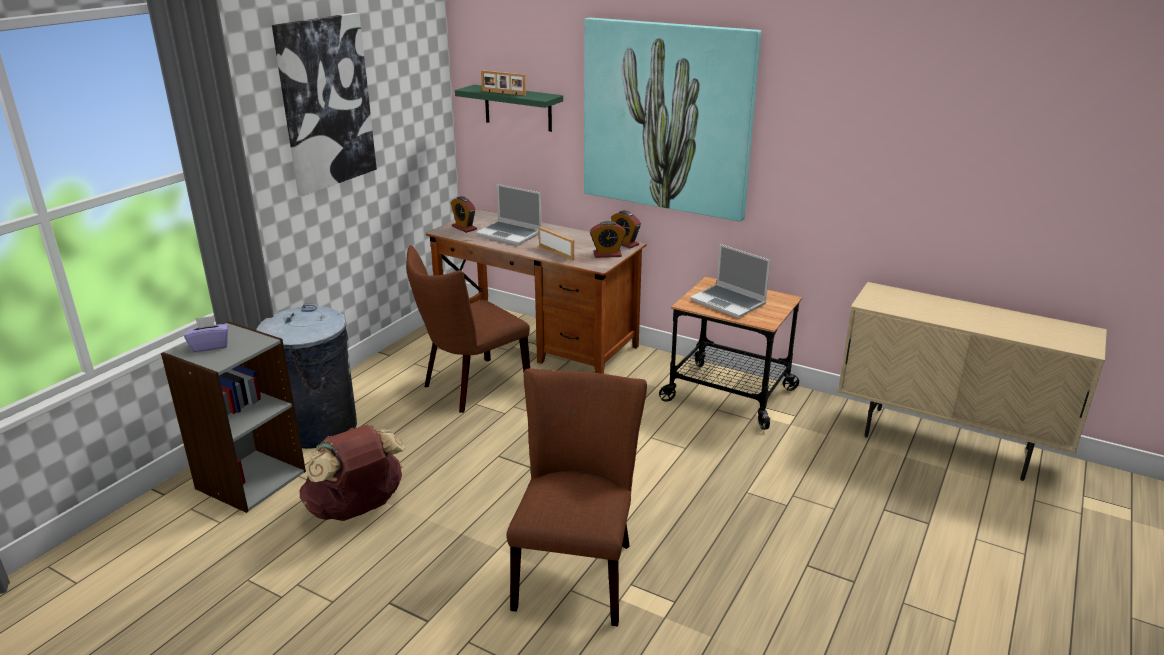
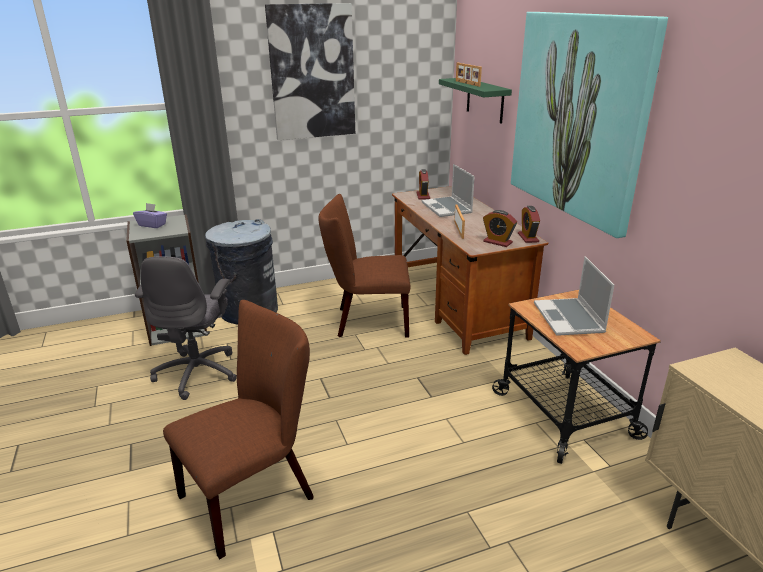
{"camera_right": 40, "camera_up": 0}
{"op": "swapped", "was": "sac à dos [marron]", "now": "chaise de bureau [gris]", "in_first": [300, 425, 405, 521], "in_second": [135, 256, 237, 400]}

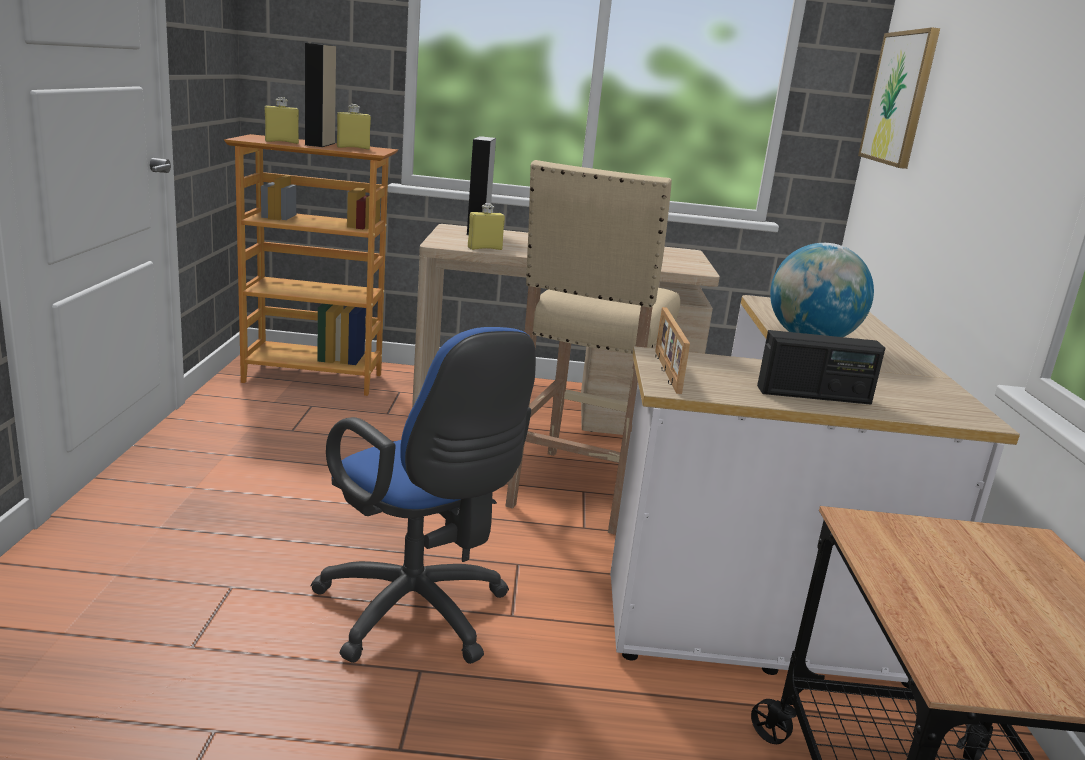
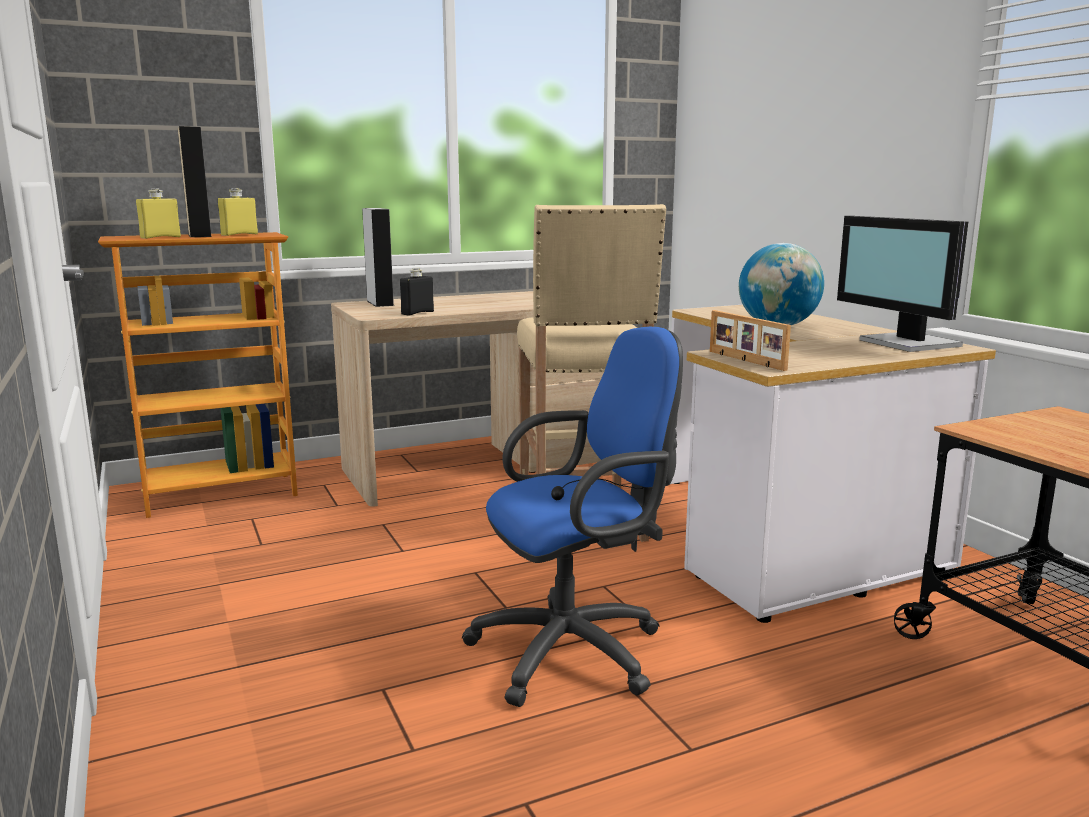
{"camera_right": -25, "camera_up": -5}
{"op": "rotated", "was": "chaise de bureau [bleu]", "in_first": [310, 327, 536, 664], "in_second": [462, 327, 683, 707], "clockwise": -45}
{"op": "repainted", "was": "bouteille [jaune]", "now": "bouteille [noir]", "in_first": [468, 203, 505, 250], "in_second": [400, 268, 434, 315]}
{"op": "gone", "was": "radio", "in_first": [757, 330, 885, 405]}
{"op": "gone", "was": "tableau", "in_first": [858, 27, 940, 169]}
{"op": "new", "now": "écran d'ordinateur", "in_second": [837, 216, 968, 352]}

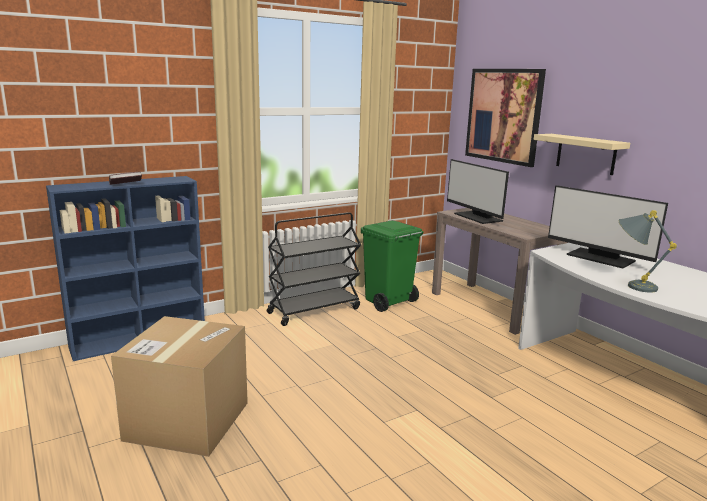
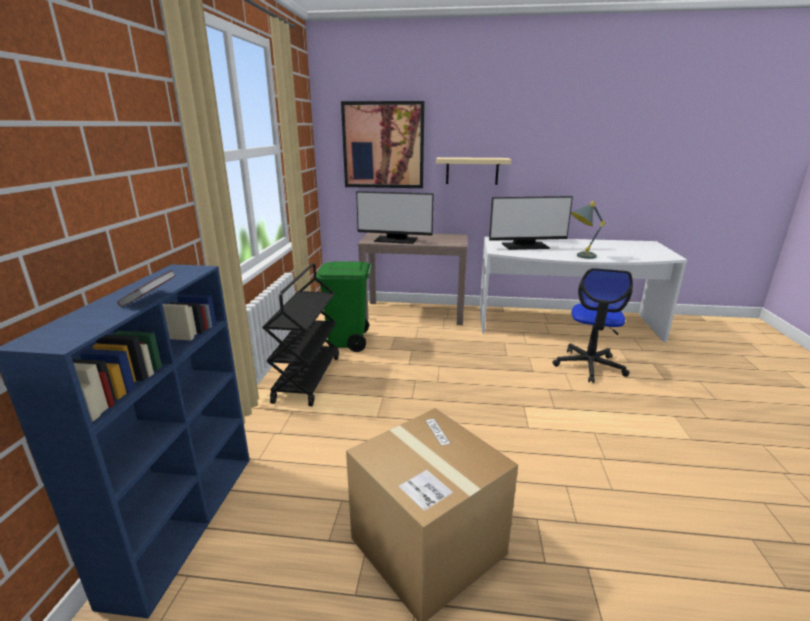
{"camera_right": -50, "camera_up": 5}
{"op": "new", "now": "chaise de bureau", "in_second": [553, 268, 633, 383]}

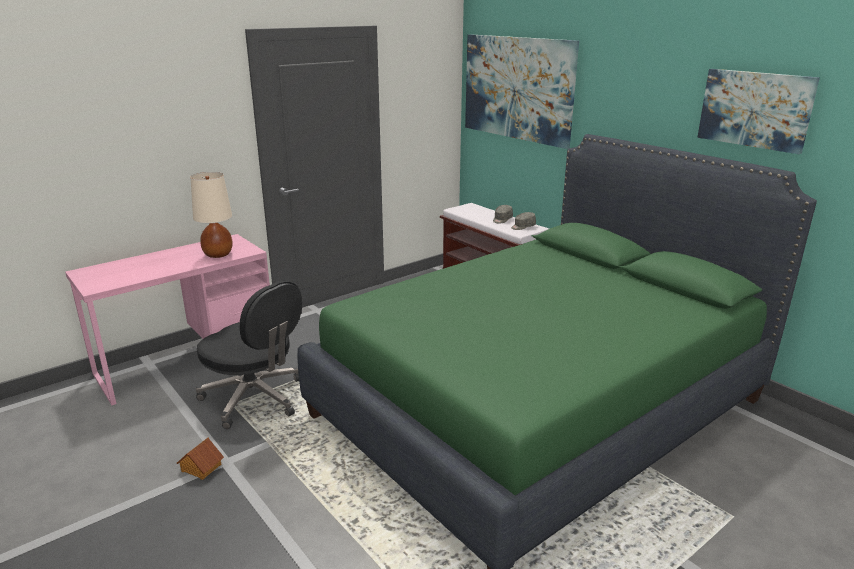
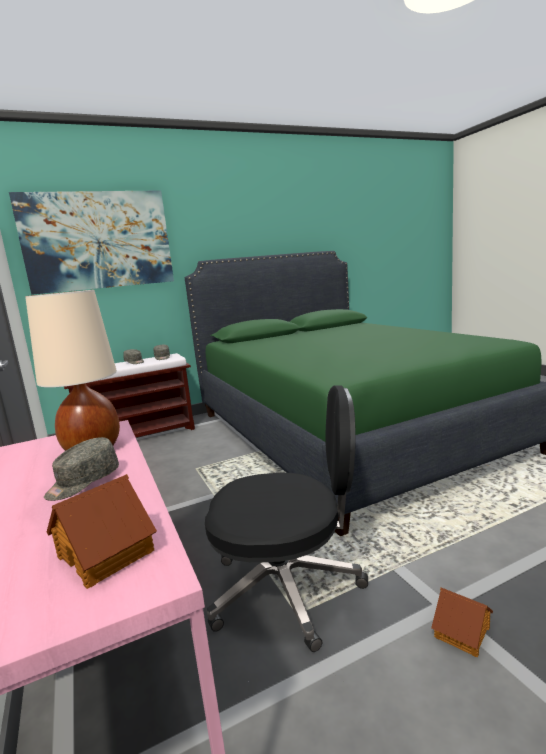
{"camera_right": -75, "camera_up": -10}
{"op": "rotated", "was": "chaise de bureau [noir]", "in_first": [196, 280, 302, 429], "in_second": [205, 385, 368, 652], "clockwise": 45}
{"op": "gone", "was": "tableau", "in_first": [697, 69, 820, 154]}
{"op": "new", "now": "casquette [gris]", "in_second": [44, 437, 119, 501]}
{"op": "new", "now": "maison miniature", "in_second": [47, 474, 157, 589]}

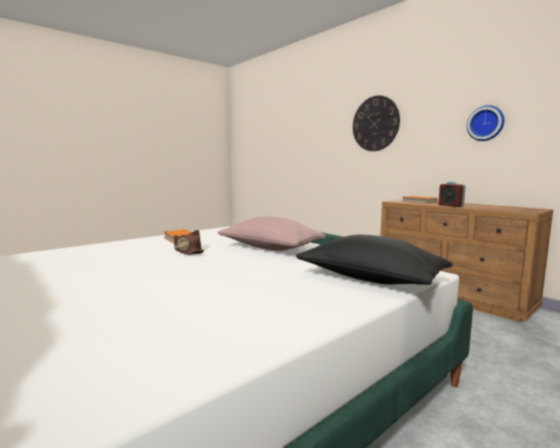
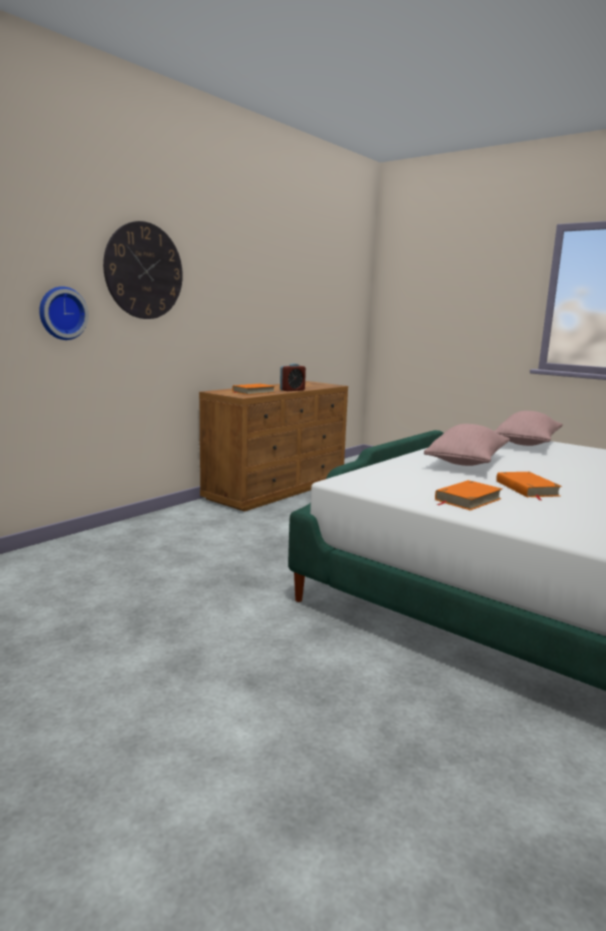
{"camera_right": -100, "camera_up": 5}
{"op": "swapped", "was": "chapeau [marron]", "now": "livre [orange]", "in_first": [174, 230, 204, 255], "in_second": [496, 472, 562, 501]}
{"op": "repainted", "was": "coussin [noir]", "now": "coussin [rose]", "in_first": [296, 234, 453, 285], "in_second": [494, 411, 563, 446]}
{"op": "shifted", "was": "horloge murale", "in_first": [467, 105, 504, 141], "in_second": [39, 286, 89, 340]}

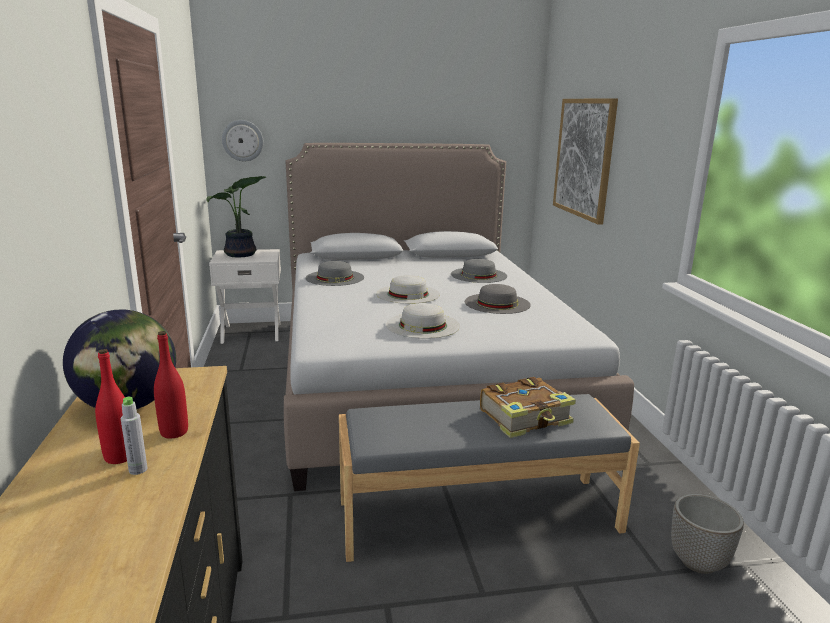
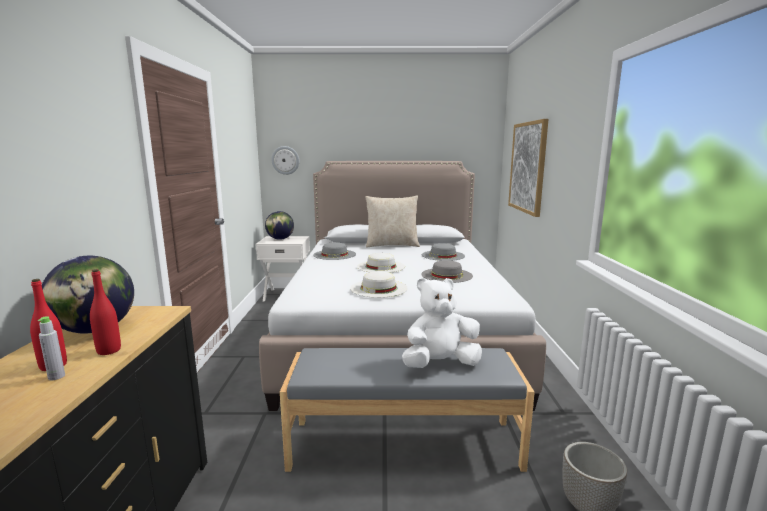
{"camera_right": 10, "camera_up": -5}
{"op": "swapped", "was": "plante en pot", "now": "globe", "in_first": [206, 176, 266, 258], "in_second": [265, 211, 294, 240]}
{"op": "swapped", "was": "livre", "now": "peluche [blanc]", "in_first": [480, 377, 576, 438], "in_second": [402, 278, 482, 368]}
{"op": "new", "now": "coussin [beige]", "in_second": [365, 195, 420, 247]}

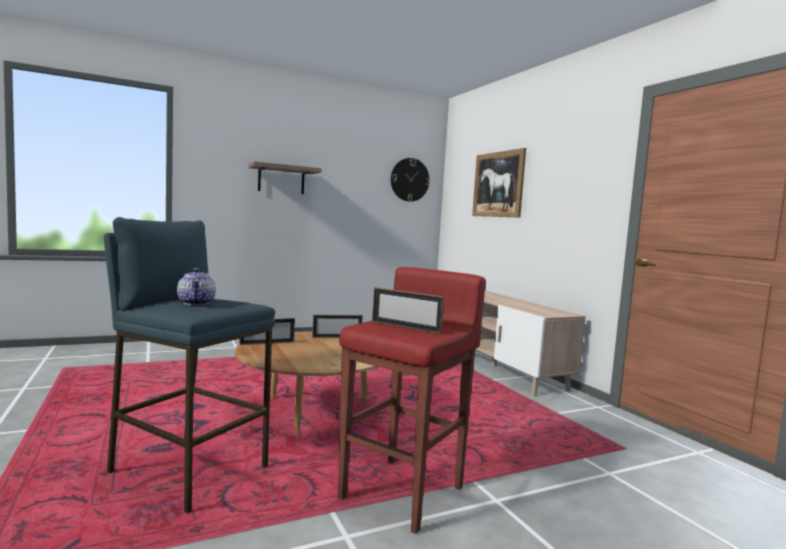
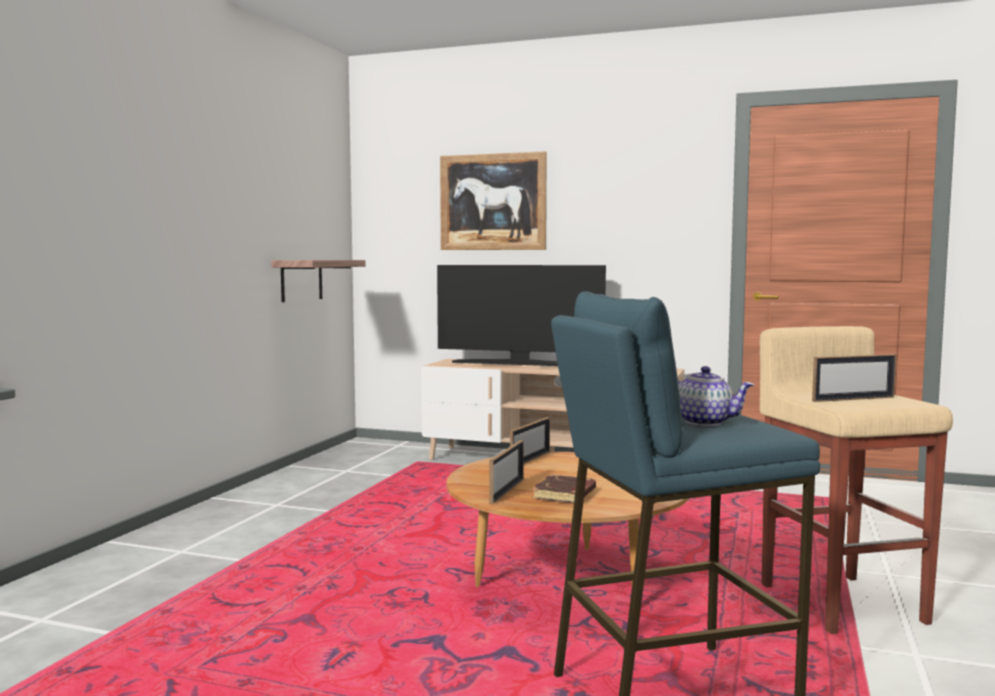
{"camera_right": -45, "camera_up": 0}
{"op": "shifted", "was": "étagère", "in_first": [249, 161, 322, 194], "in_second": [271, 260, 366, 302]}
{"op": "repainted", "was": "tabouret [rouge]", "now": "tabouret [beige]", "in_first": [338, 267, 486, 534], "in_second": [760, 326, 953, 634]}
{"op": "gone", "was": "horloge murale", "in_first": [391, 158, 430, 202]}
{"op": "new", "now": "téléviseur", "in_second": [437, 265, 606, 366]}
{"op": "new", "now": "livre [marron]", "in_second": [532, 474, 596, 503]}

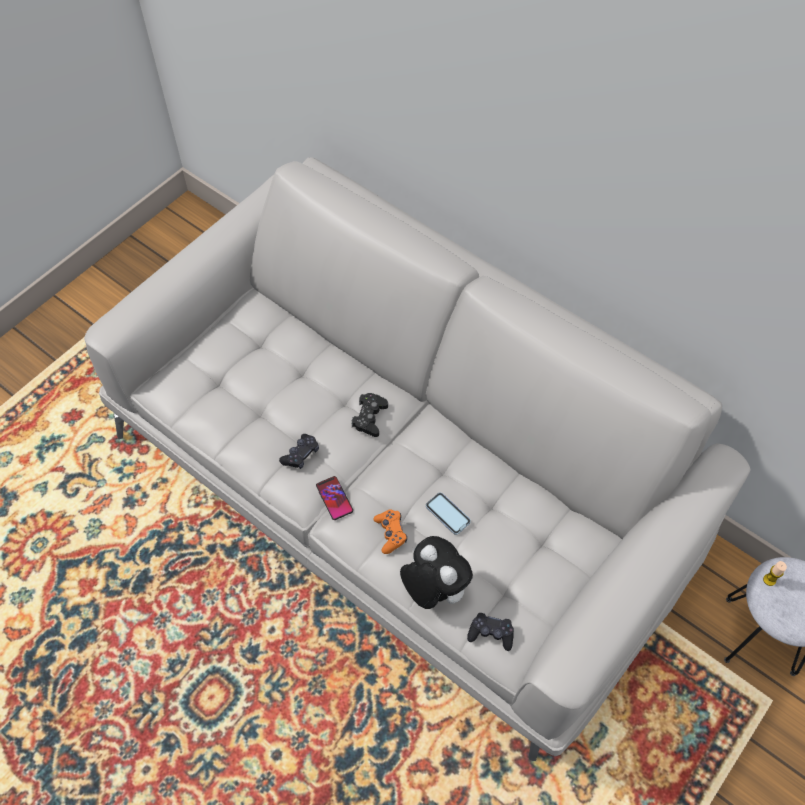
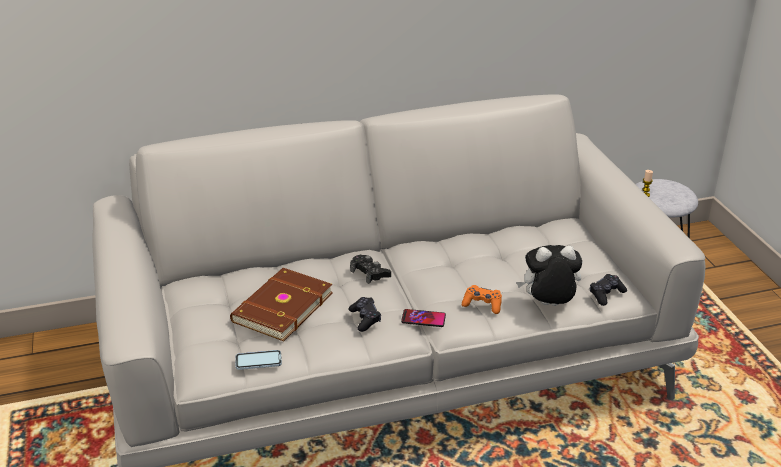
{"camera_right": -55, "camera_up": -25}
{"op": "shifted", "was": "téléphone", "in_first": [426, 493, 471, 535], "in_second": [236, 350, 282, 370]}
{"op": "new", "now": "livre [marron]", "in_second": [230, 268, 333, 342]}

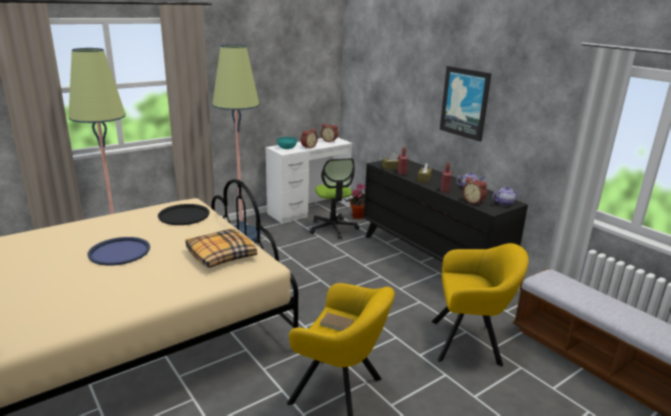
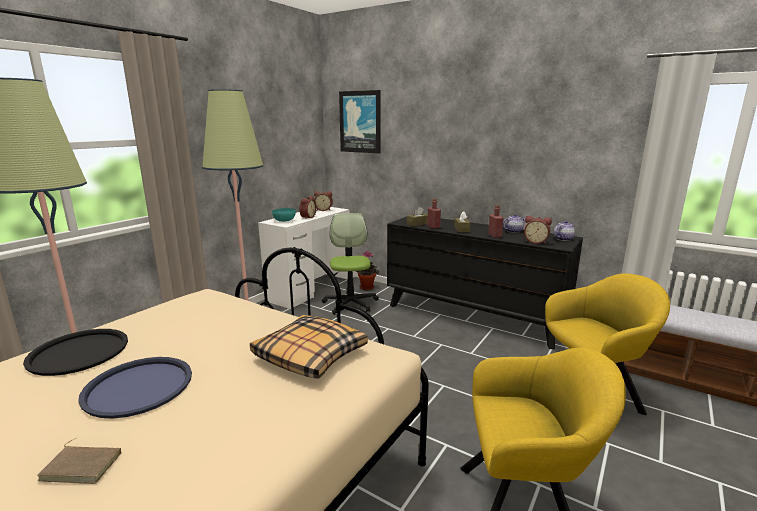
{"camera_right": -20, "camera_up": -5}
{"op": "shifted", "was": "plateau [noir]", "in_first": [158, 204, 209, 225], "in_second": [23, 329, 128, 376]}
{"op": "rotated", "was": "chaise de bureau", "in_first": [309, 158, 359, 239], "in_second": [322, 213, 379, 315], "clockwise": -150}
{"op": "shifted", "was": "livre [marron]", "in_first": [319, 309, 354, 331], "in_second": [37, 438, 121, 484]}
{"op": "shifted", "was": "tableau", "in_first": [440, 66, 491, 142], "in_second": [339, 90, 381, 153]}

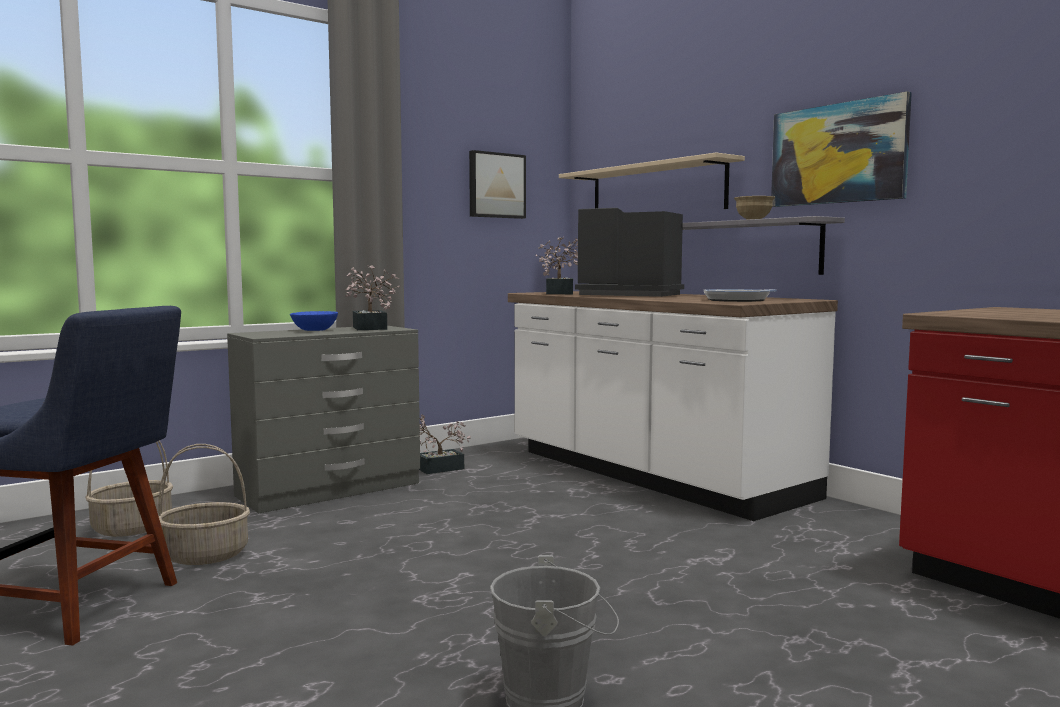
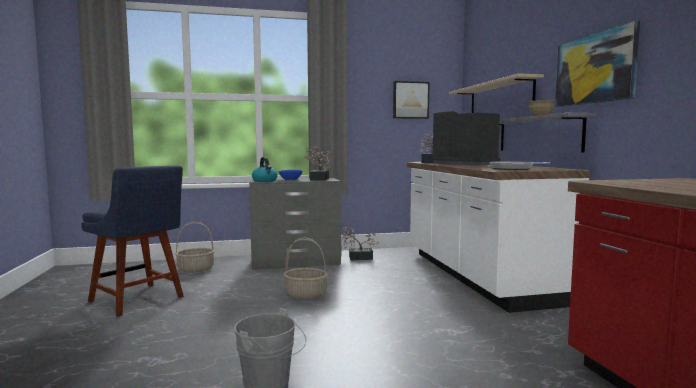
{"camera_right": 25, "camera_up": 0}
{"op": "shifted", "was": "panier", "in_first": [158, 444, 250, 565], "in_second": [283, 237, 328, 300]}
{"op": "new", "now": "bouilloire", "in_second": [252, 157, 278, 182]}

